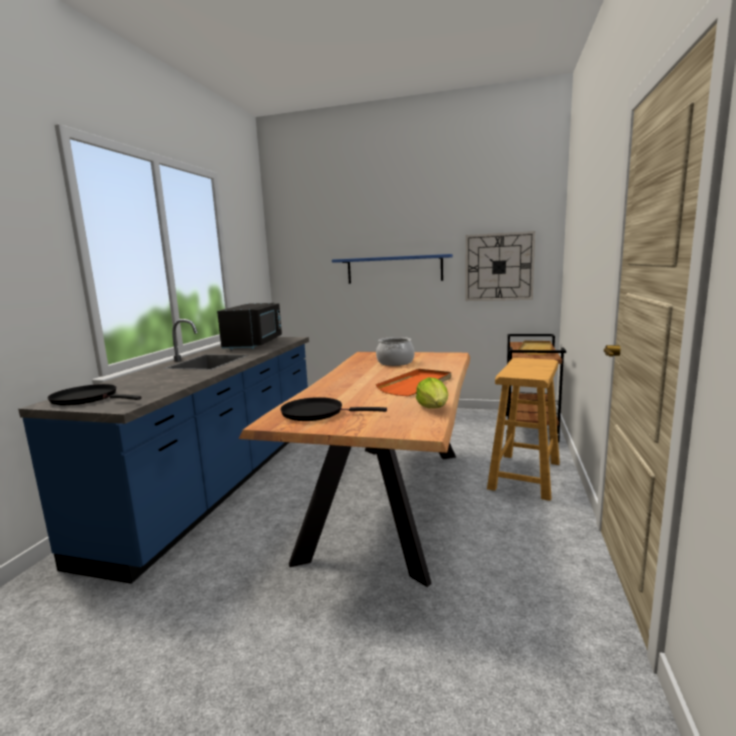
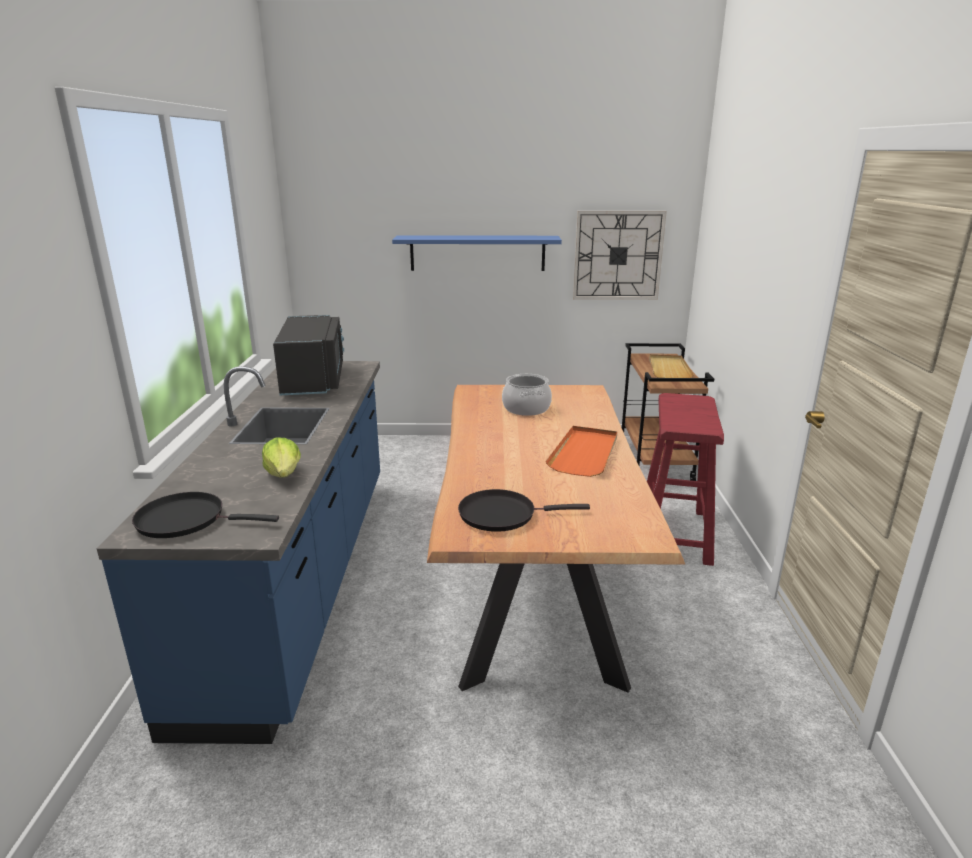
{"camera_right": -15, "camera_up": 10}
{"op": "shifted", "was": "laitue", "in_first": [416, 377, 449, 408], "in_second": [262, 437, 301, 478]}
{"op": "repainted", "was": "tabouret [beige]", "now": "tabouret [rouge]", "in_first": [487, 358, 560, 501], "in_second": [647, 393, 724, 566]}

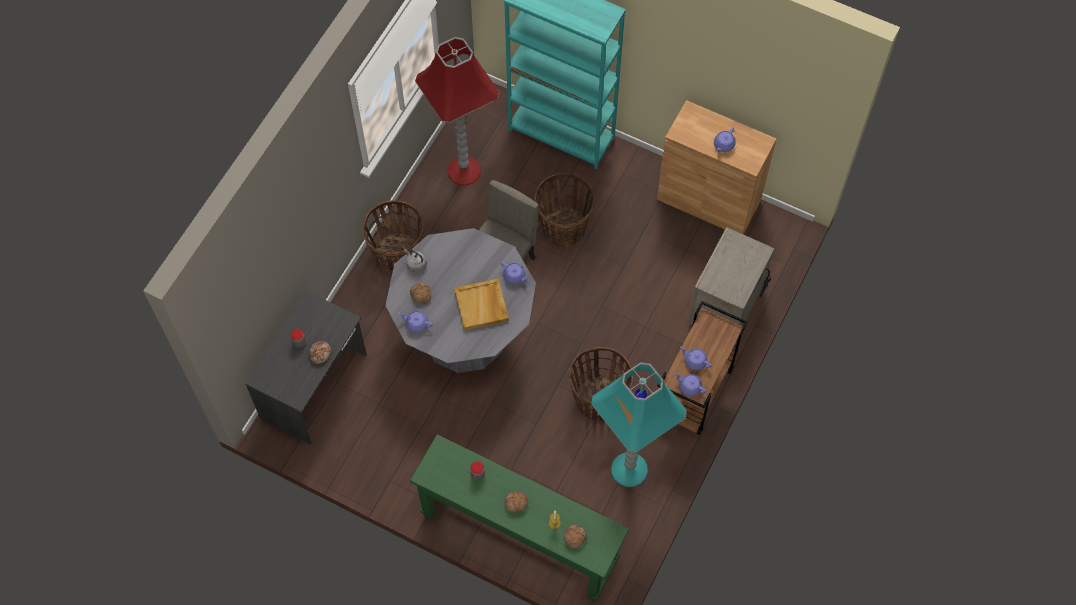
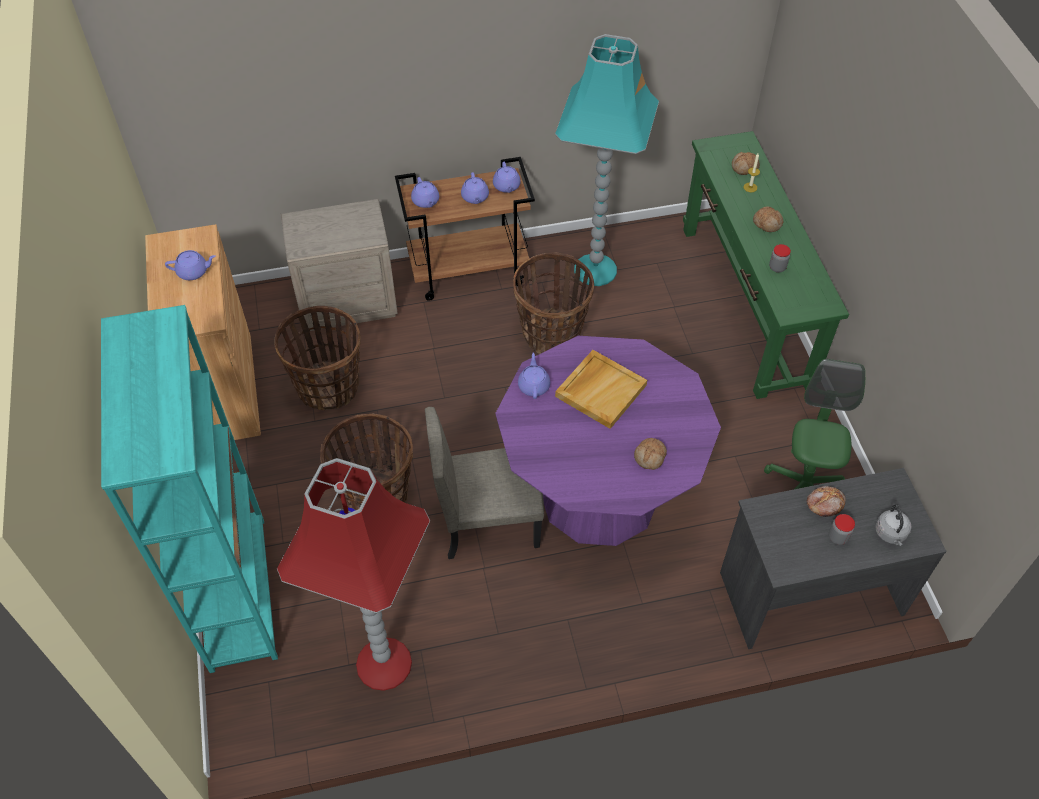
{"camera_right": -130, "camera_up": -10}
{"op": "shifted", "was": "panier", "in_first": [362, 200, 424, 273], "in_second": [274, 306, 361, 410]}
{"op": "repainted", "was": "table à manger [gris]", "now": "table à manger [violet]", "in_first": [385, 228, 536, 373], "in_second": [495, 336, 721, 546]}
{"op": "shifted", "was": "théière [violet]", "in_first": [398, 311, 433, 333], "in_second": [411, 177, 439, 208]}
{"op": "shifted", "was": "bouilloire [gris]", "in_first": [404, 249, 427, 272], "in_second": [875, 504, 911, 546]}
{"op": "new", "now": "chaise de bureau [vert]", "in_second": [764, 359, 865, 490]}

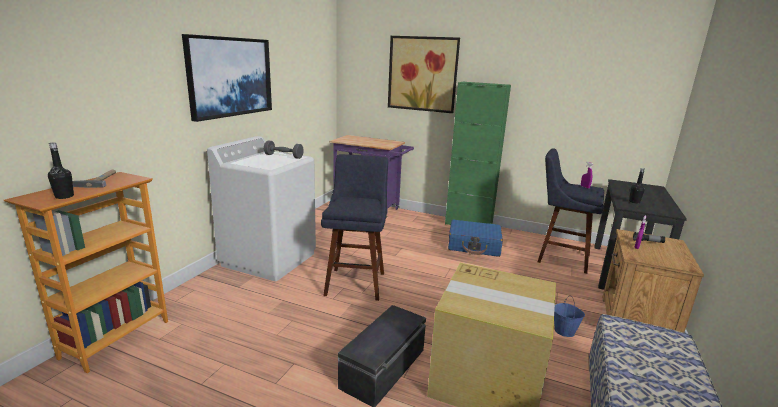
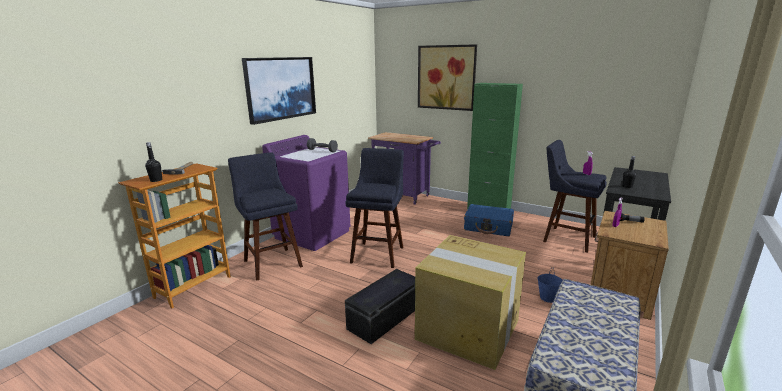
{"camera_right": 10, "camera_up": 0}
{"op": "repainted", "was": "lave-linge [blanc]", "now": "lave-linge [violet]", "in_first": [207, 136, 316, 281], "in_second": [262, 135, 350, 251]}
{"op": "new", "now": "tabouret [bleu]", "in_second": [228, 152, 303, 281]}

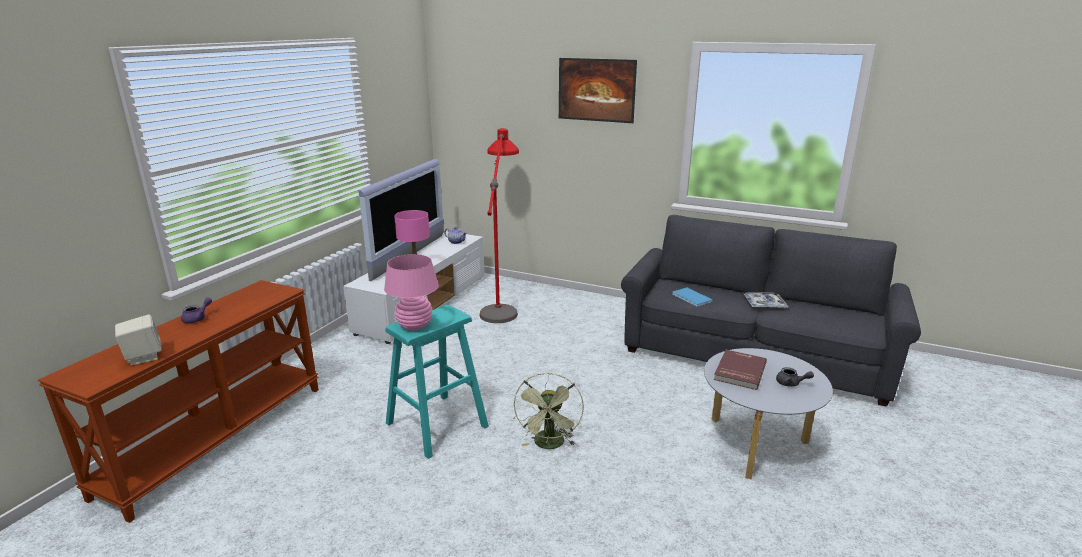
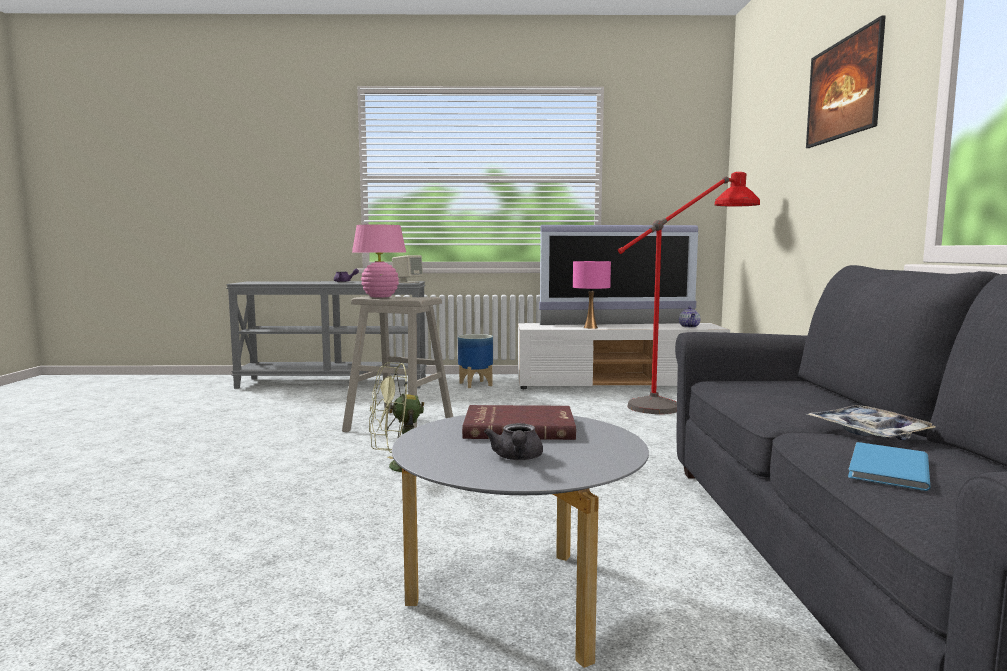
{"camera_right": 65, "camera_up": -15}
{"op": "repainted", "was": "table console [marron]", "now": "table console [gris]", "in_first": [38, 280, 319, 523], "in_second": [226, 281, 427, 389]}
{"op": "shifted", "was": "enceinte [beige]", "in_first": [115, 315, 162, 365], "in_second": [392, 255, 423, 283]}
{"op": "repainted", "was": "tabouret [turquoise]", "now": "tabouret [beige]", "in_first": [385, 305, 489, 459], "in_second": [342, 296, 453, 432]}
{"op": "shifted", "was": "livre [bleu]", "in_first": [672, 287, 713, 307], "in_second": [848, 442, 930, 491]}
{"op": "new", "now": "cache-pot", "in_second": [458, 334, 493, 388]}

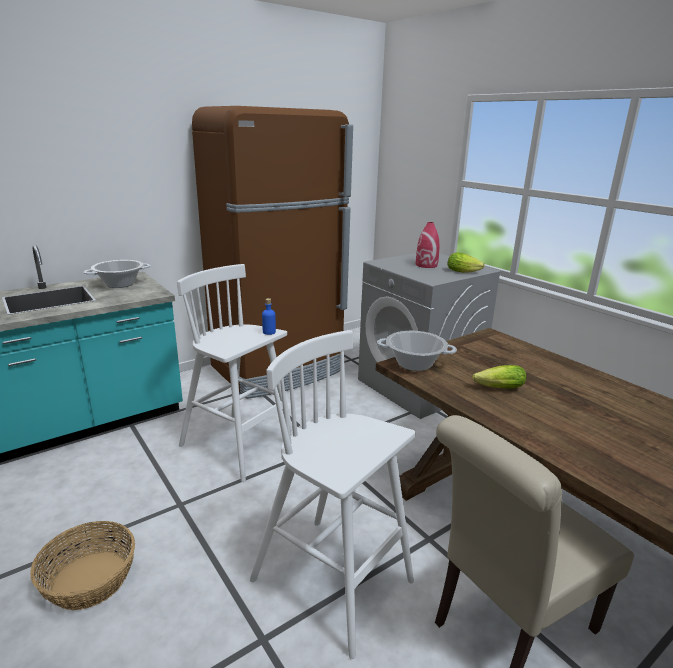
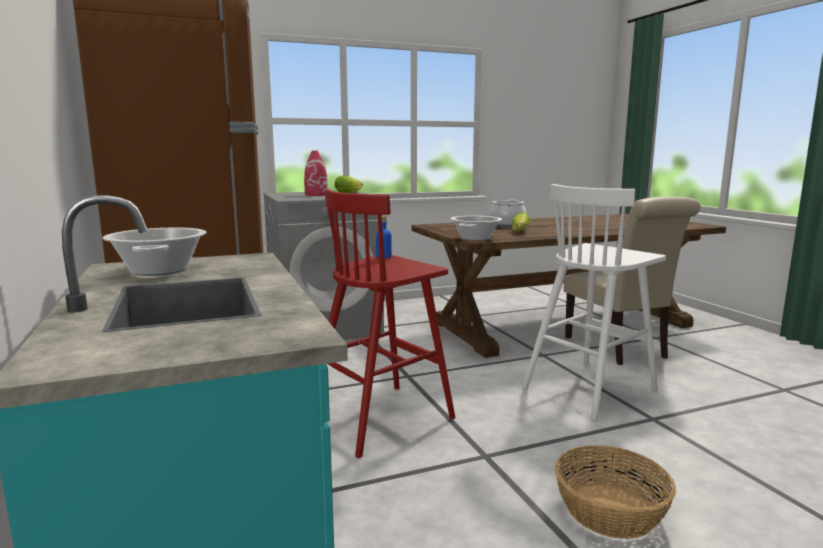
{"camera_right": -75, "camera_up": -10}
{"op": "repainted", "was": "tabouret [blanc]", "now": "tabouret [rouge]", "in_first": [177, 264, 293, 482], "in_second": [325, 188, 455, 458]}
{"op": "new", "now": "marmite", "in_second": [489, 199, 526, 227]}

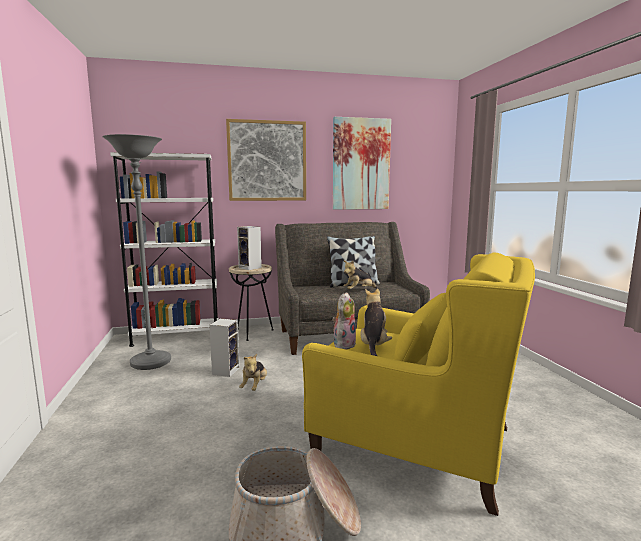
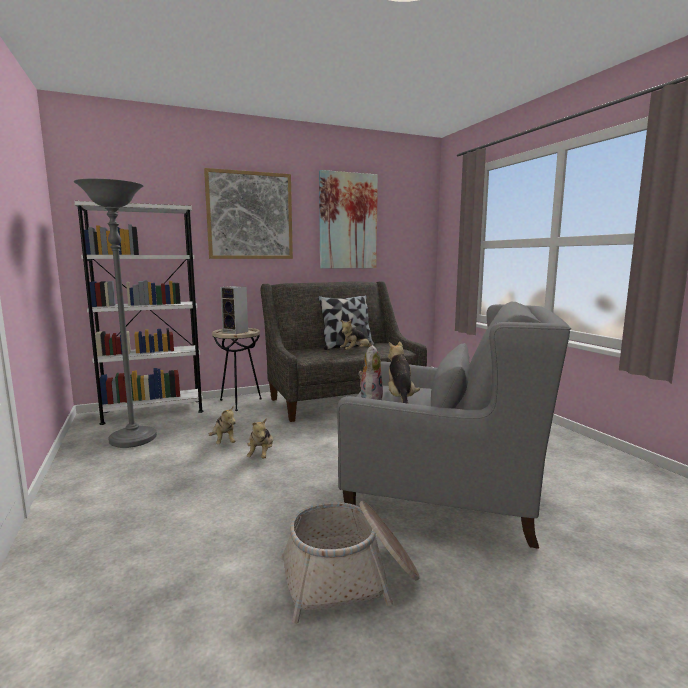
{"camera_right": -10, "camera_up": 0}
{"op": "swapped", "was": "enceinte", "now": "peluche", "in_first": [210, 318, 240, 377], "in_second": [209, 405, 236, 444]}
{"op": "repainted", "was": "fauteuil [jaune]", "now": "fauteuil [gris]", "in_first": [302, 252, 535, 516], "in_second": [337, 302, 571, 549]}

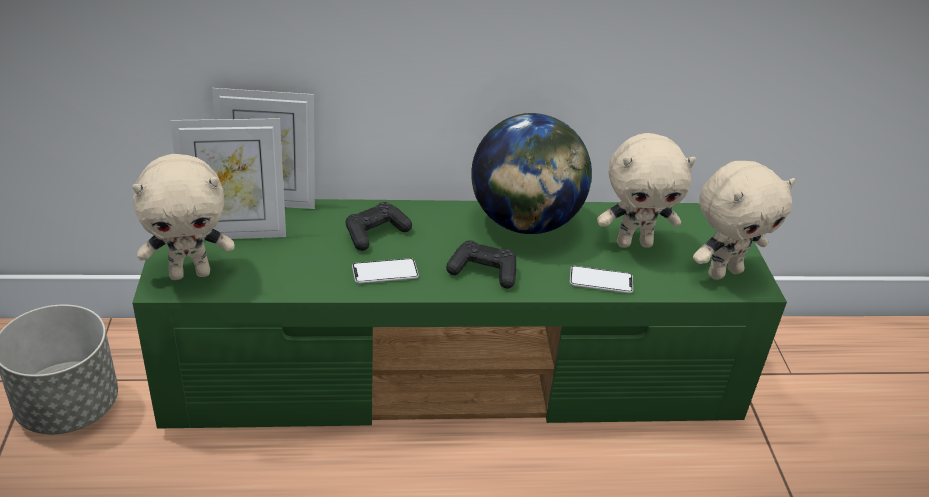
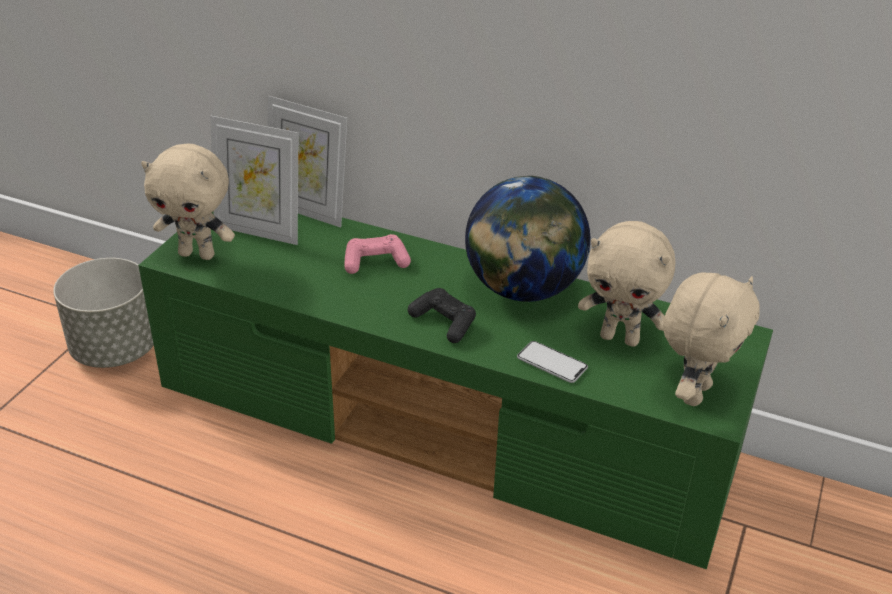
{"camera_right": 30, "camera_up": 0}
{"op": "repainted", "was": "manette [noir]", "now": "manette [rose]", "in_first": [346, 202, 412, 251], "in_second": [344, 234, 411, 274]}
{"op": "gone", "was": "téléphone", "in_first": [352, 258, 419, 284]}
{"op": "rotated", "was": "peluche [beige]", "in_first": [693, 161, 795, 280], "in_second": [663, 273, 760, 406], "clockwise": -60}

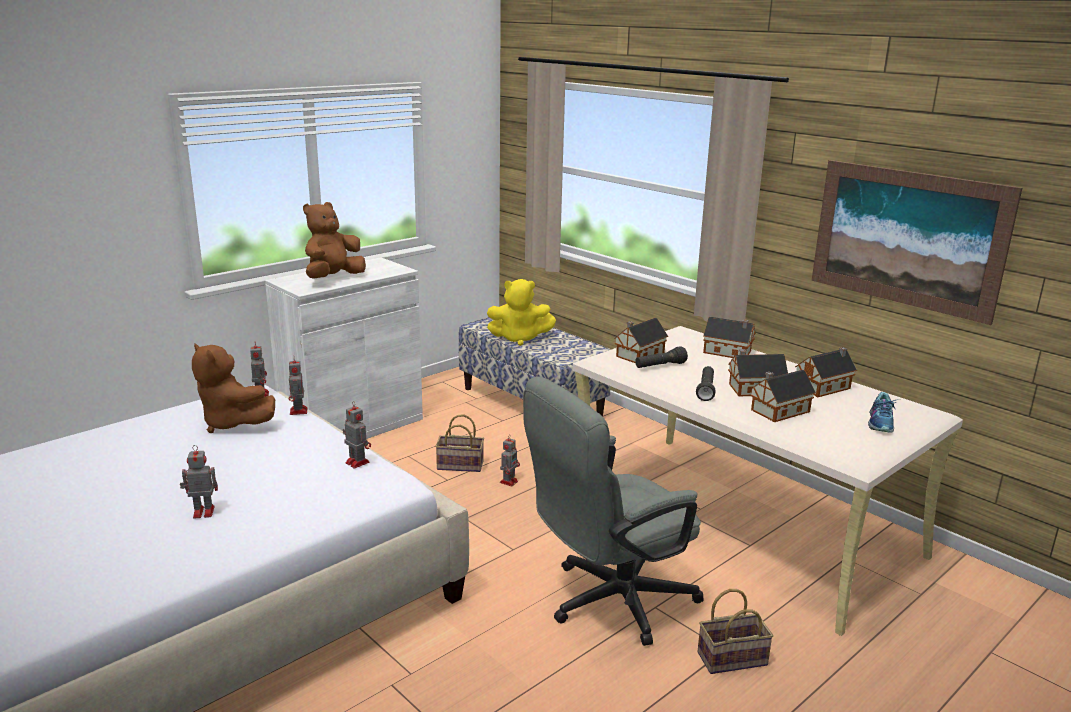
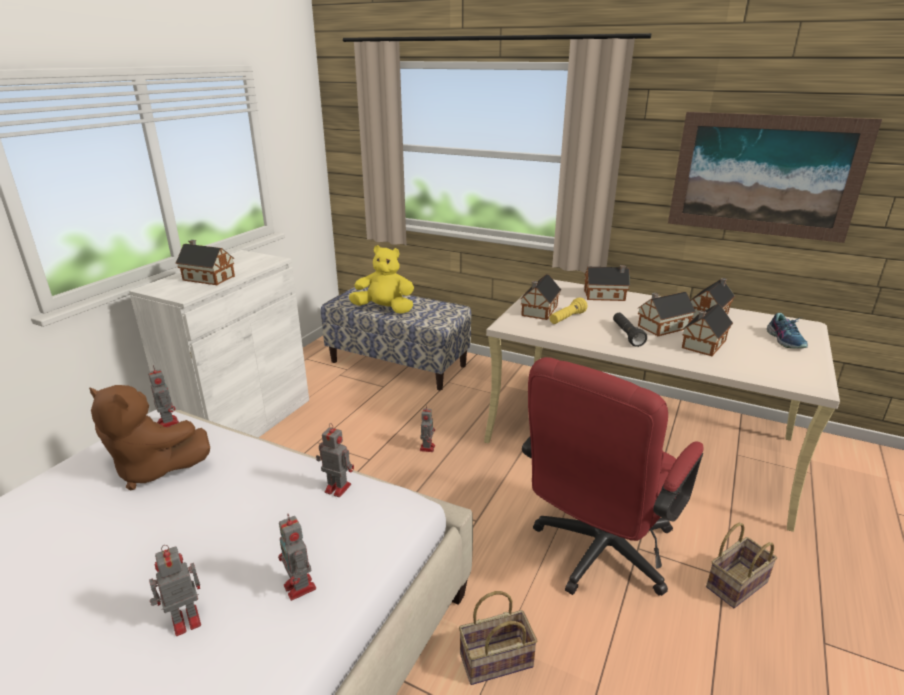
{"camera_right": -20, "camera_up": 5}
{"op": "shifted", "was": "robot jouet", "in_first": [289, 360, 307, 415], "in_second": [278, 514, 316, 601]}
{"op": "swapped", "was": "peluche [marron]", "now": "maison miniature", "in_first": [303, 202, 366, 279], "in_second": [176, 240, 235, 285]}
{"op": "shifted", "was": "panier", "in_first": [435, 414, 484, 472], "in_second": [459, 591, 537, 685]}
{"op": "rotated", "was": "peluche [jaune]", "in_first": [487, 279, 556, 346], "in_second": [349, 245, 414, 314], "clockwise": -150}
{"op": "repainted", "was": "chaise de bureau [gris]", "now": "chaise de bureau [rouge]", "in_first": [523, 376, 703, 646], "in_second": [522, 357, 704, 596]}
{"op": "repainted", "was": "lampe de poche [noir]", "now": "lampe de poche [jaune]", "in_first": [635, 346, 688, 368], "in_second": [549, 298, 587, 324]}

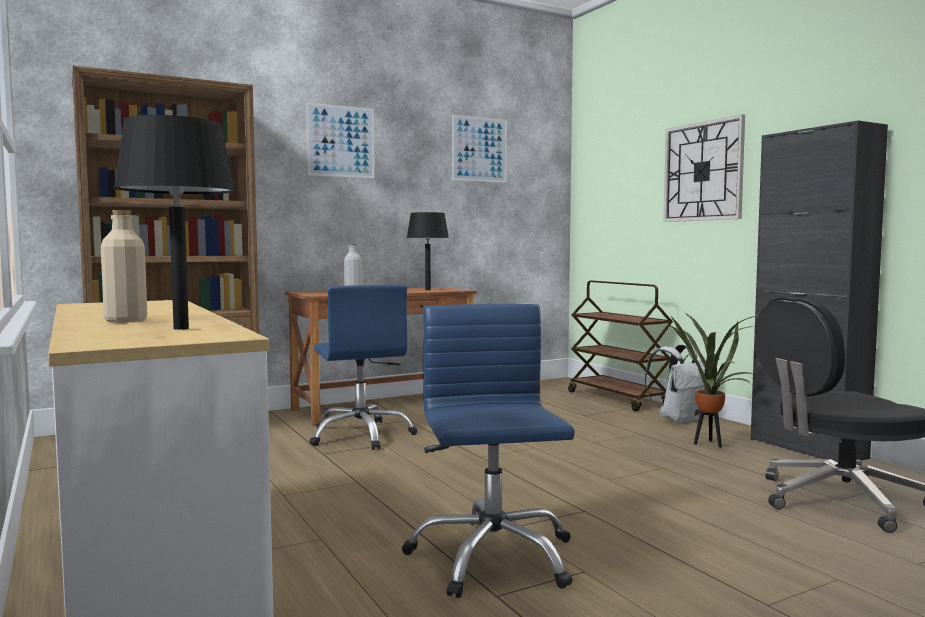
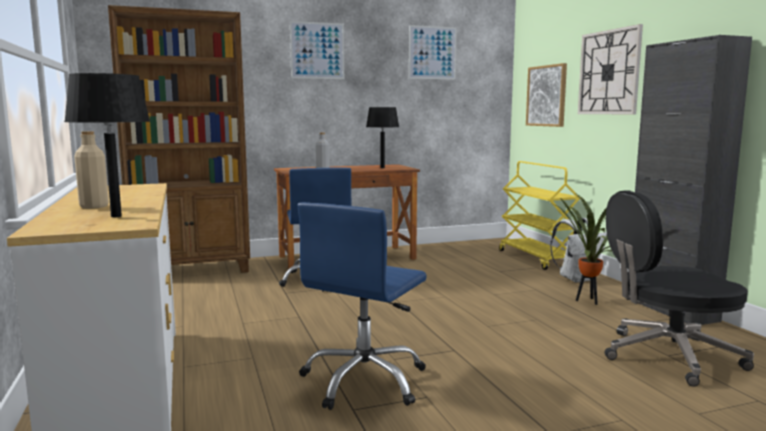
{"camera_right": 10, "camera_up": 5}
{"op": "rotated", "was": "chaise de bureau [bleu]", "in_first": [402, 304, 575, 598], "in_second": [298, 202, 427, 410], "clockwise": -150}
{"op": "repainted", "was": "chariot [marron]", "now": "chariot [jaune]", "in_first": [568, 280, 673, 411], "in_second": [499, 161, 580, 270]}
{"op": "new", "now": "tableau", "in_second": [526, 63, 567, 127]}

